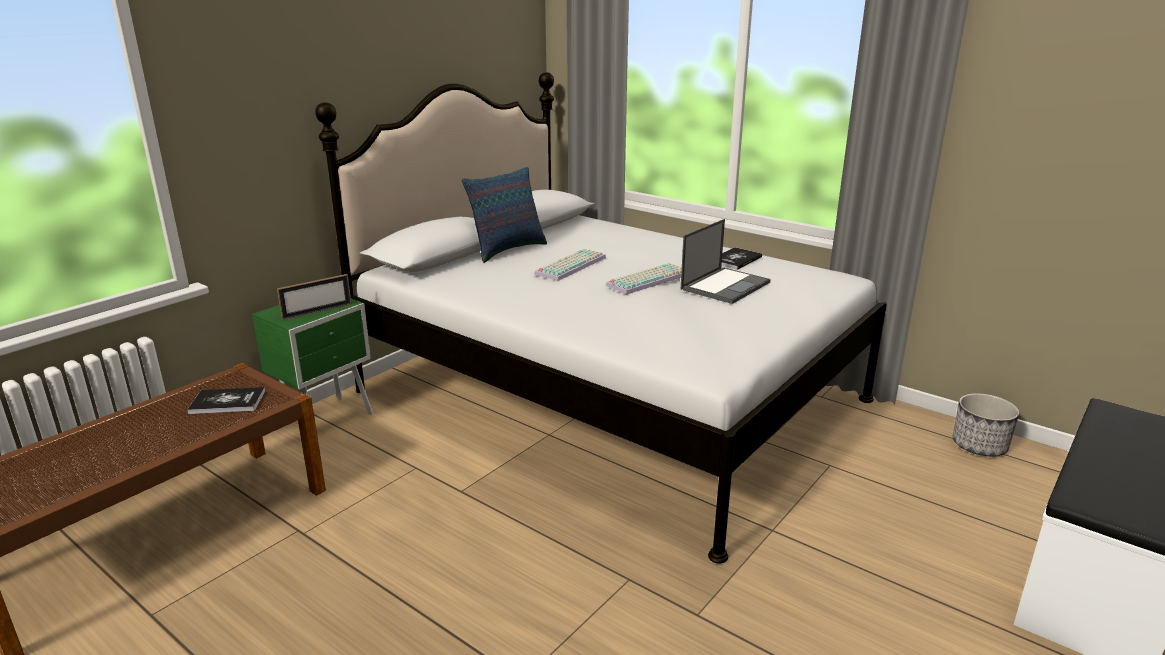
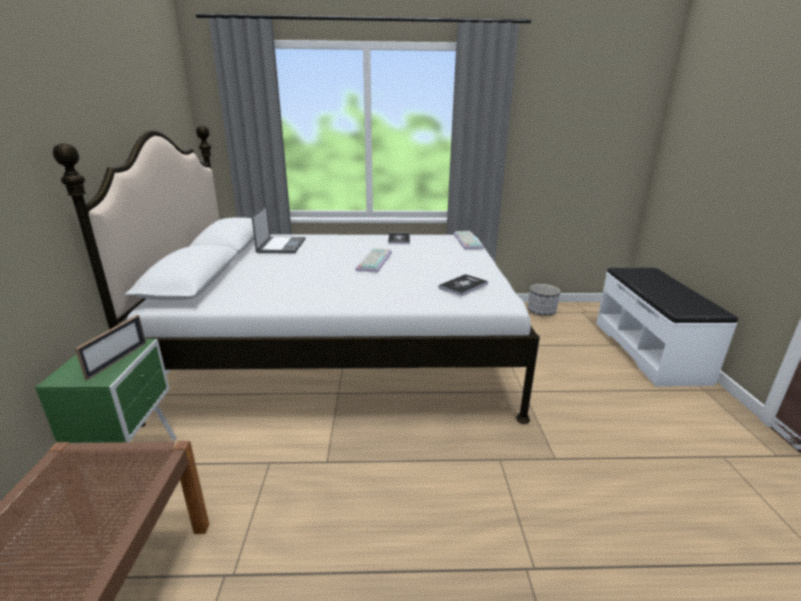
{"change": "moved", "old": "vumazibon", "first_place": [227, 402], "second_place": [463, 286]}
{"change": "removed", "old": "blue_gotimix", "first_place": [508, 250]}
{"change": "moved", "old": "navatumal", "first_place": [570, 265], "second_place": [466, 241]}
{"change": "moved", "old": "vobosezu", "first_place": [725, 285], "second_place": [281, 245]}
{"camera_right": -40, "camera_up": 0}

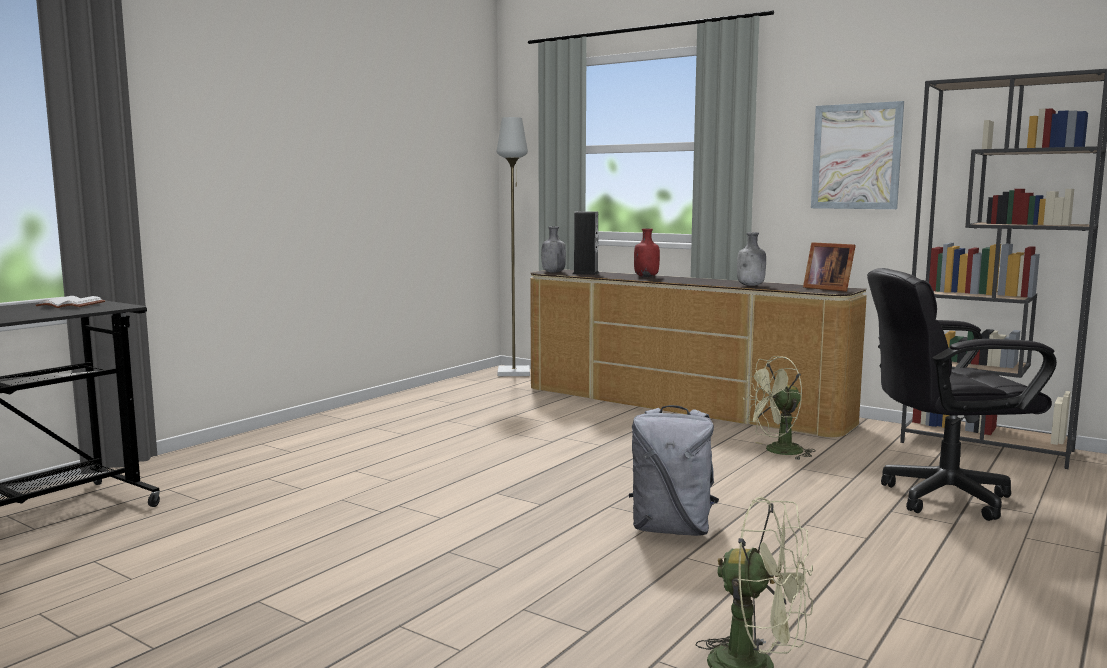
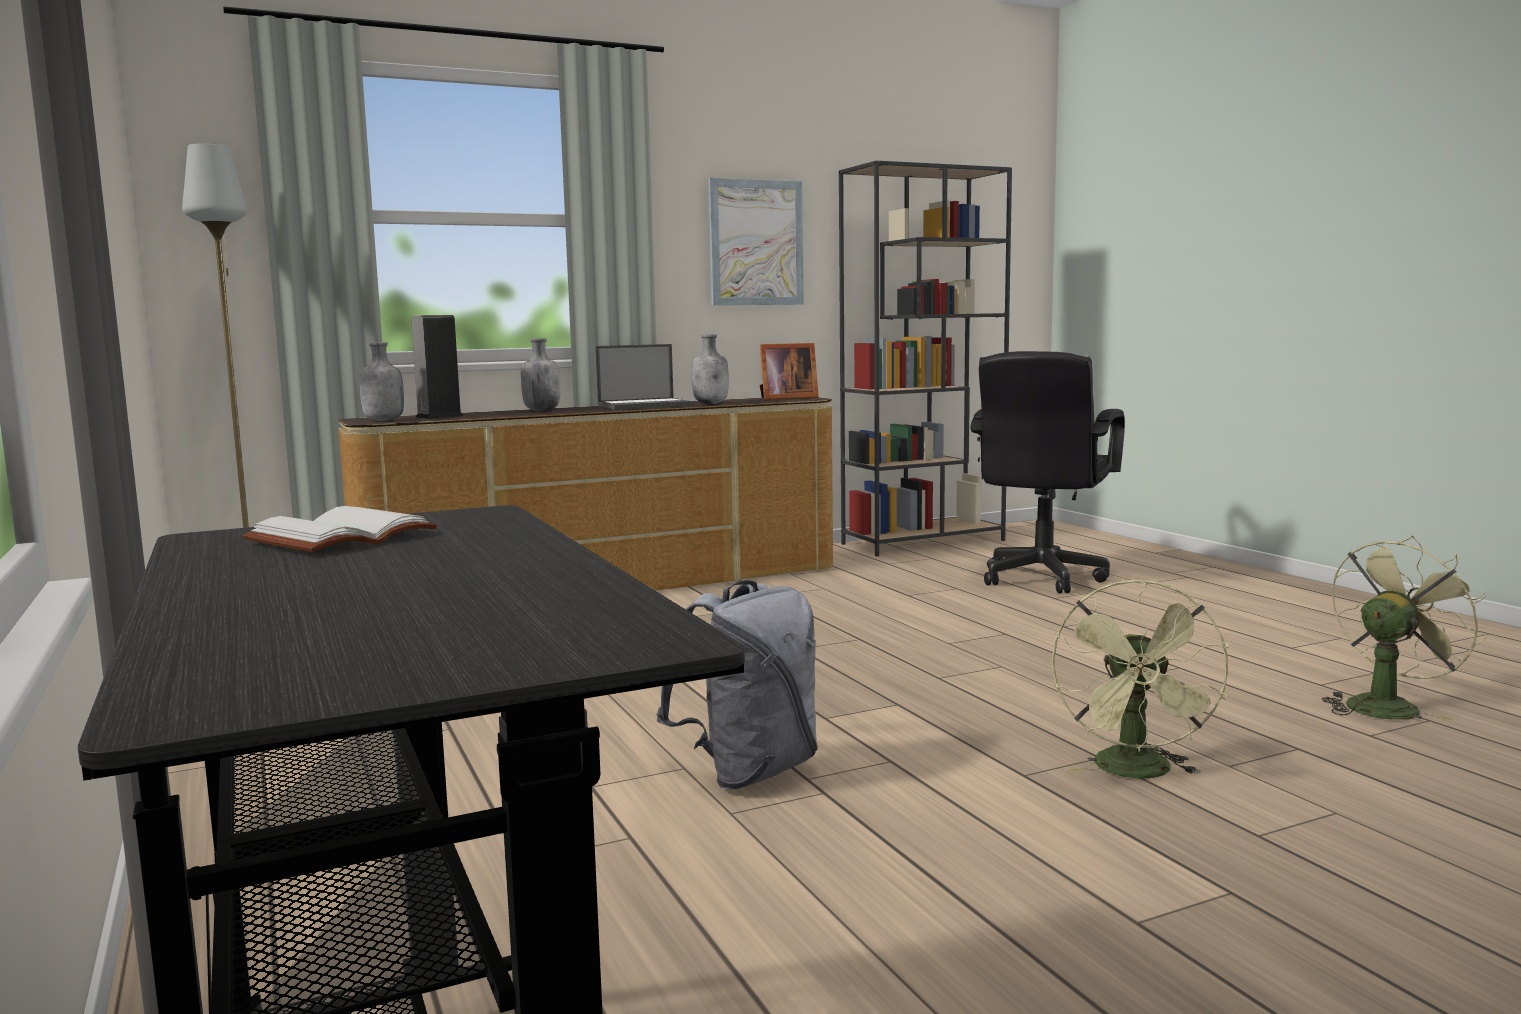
{"change": "moved", "old": "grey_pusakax", "first_place": [672, 529], "second_place": [749, 772]}
{"change": "recoloured", "old": "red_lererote", "new": "grey_lererote", "first_place": [646, 276], "second_place": [541, 410]}
{"change": "moved", "old": "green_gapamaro", "first_place": [777, 452], "second_place": [1137, 773]}
{"change": "added", "new": "vobosezu", "second_place": [646, 405]}
{"camera_right": -60, "camera_up": 0}

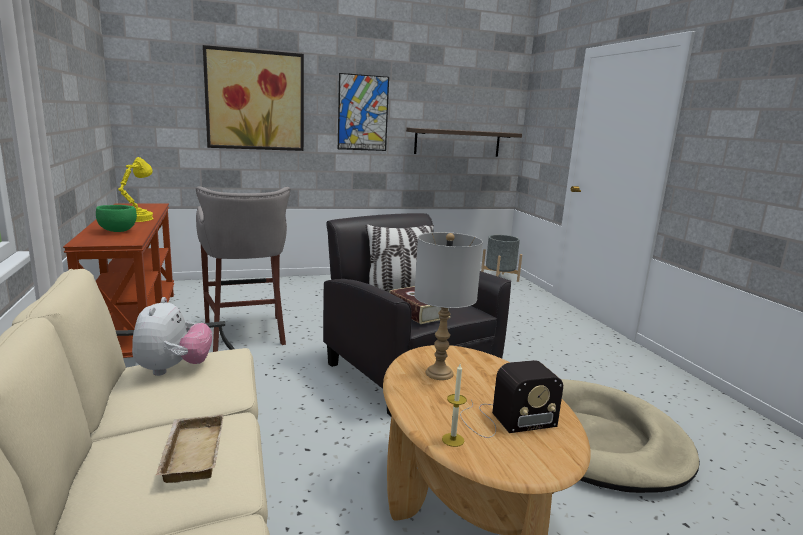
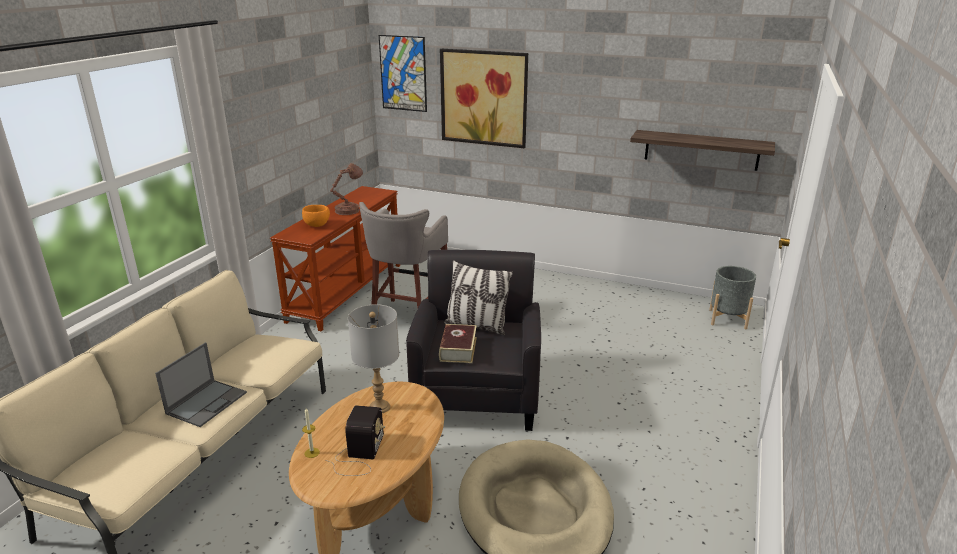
{"change": "recoloured", "old": "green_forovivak", "new": "orange_forovivak", "first_place": [118, 231], "second_place": [317, 225]}
{"change": "recoloured", "old": "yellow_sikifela", "new": "brown_sikifela", "first_place": [137, 218], "second_place": [349, 210]}
{"change": "removed", "old": "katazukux", "first_place": [173, 369]}
{"change": "replaced", "old": "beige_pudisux", "new": "vobosezu", "first_place": [190, 453], "second_place": [207, 402]}
{"change": "moved", "old": "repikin", "first_place": [363, 113], "second_place": [403, 73]}
{"change": "turned", "old": "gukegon", "first_place": [504, 420], "second_place": [359, 455], "degrees": -105}
{"camera_right": 40, "camera_up": 10}

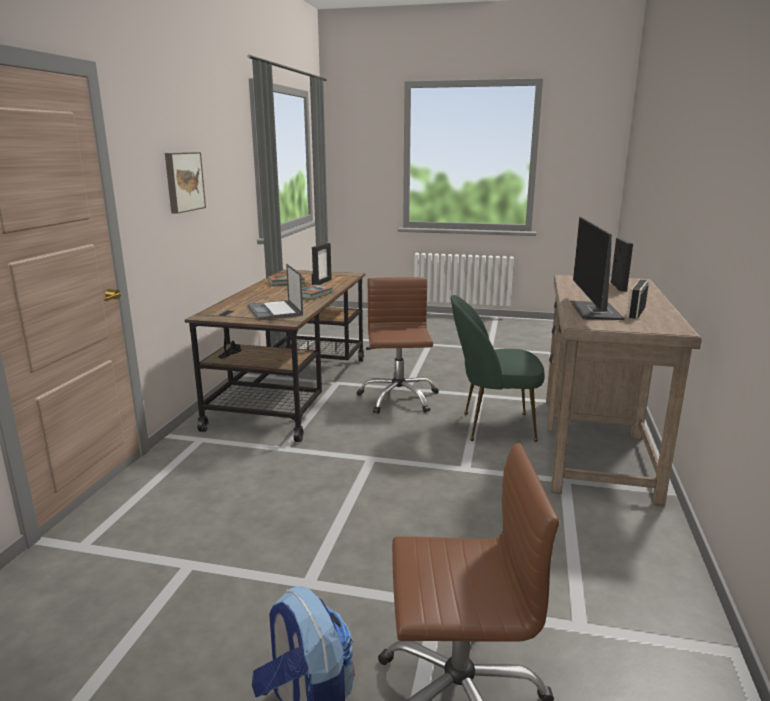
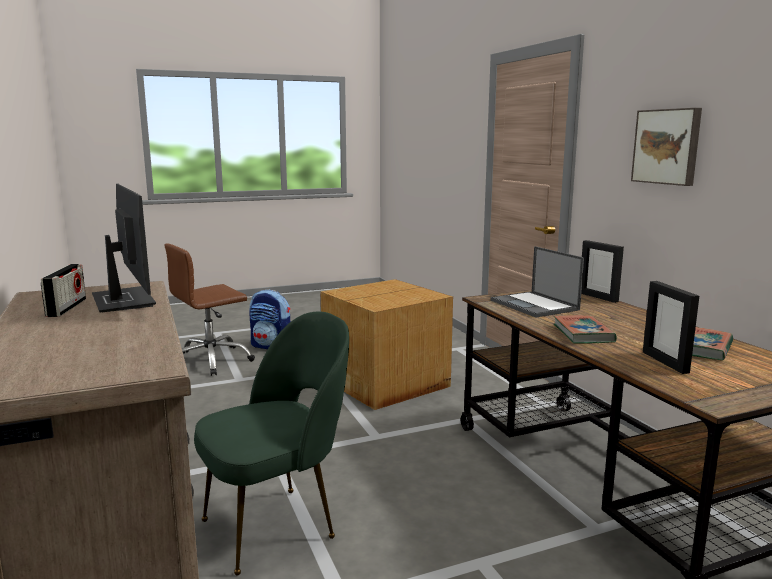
{"change": "turned", "old": "vobosezu", "first_place": [275, 311], "second_place": [535, 305], "degrees": -150}
{"change": "removed", "old": "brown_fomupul", "first_place": [398, 398]}
{"change": "moved", "old": "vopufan", "first_place": [617, 287], "second_place": [598, 297]}
{"change": "added", "new": "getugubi", "second_place": [387, 382]}
{"camera_right": 145, "camera_up": -5}

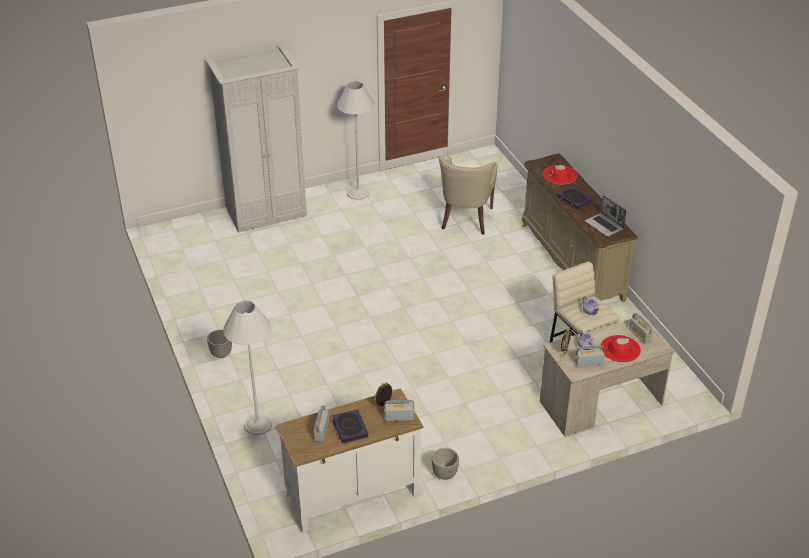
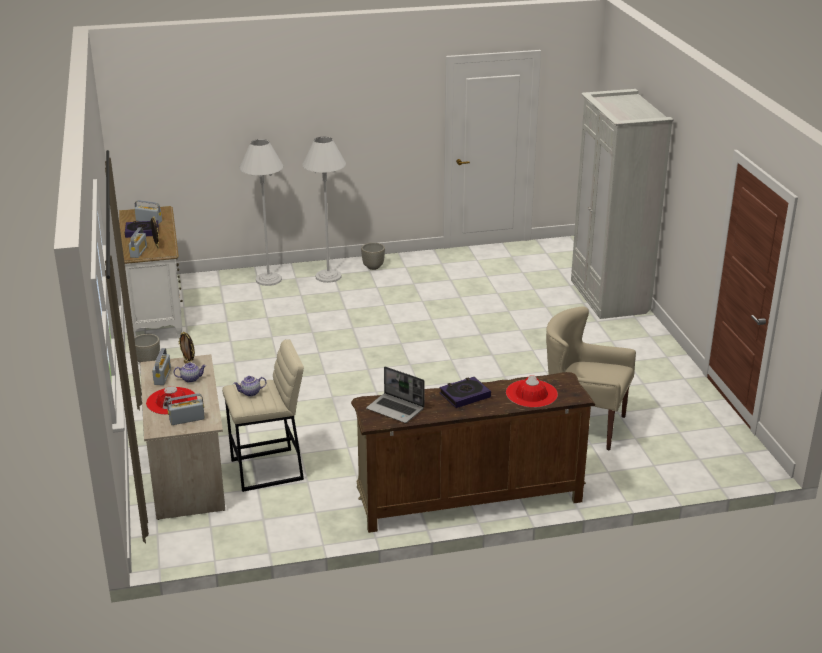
{"change": "moved", "old": "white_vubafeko", "first_place": [358, 193], "second_place": [328, 276]}
{"change": "turned", "old": "vobosezu", "first_place": [604, 225], "second_place": [396, 409], "degrees": -120}
{"camera_right": 100, "camera_up": -10}

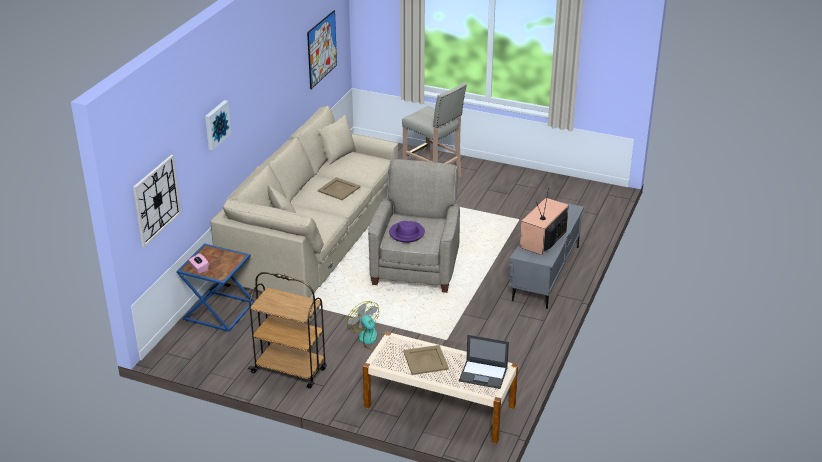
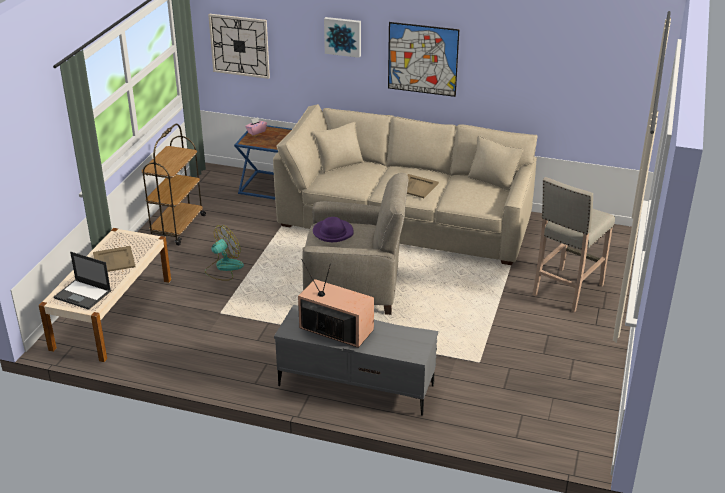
{"change": "moved", "old": "repikin", "first_place": [322, 49], "second_place": [422, 59]}
{"change": "turned", "old": "vobosezu", "first_place": [484, 374], "second_place": [83, 294], "degrees": -75}
{"camera_right": 85, "camera_up": 0}

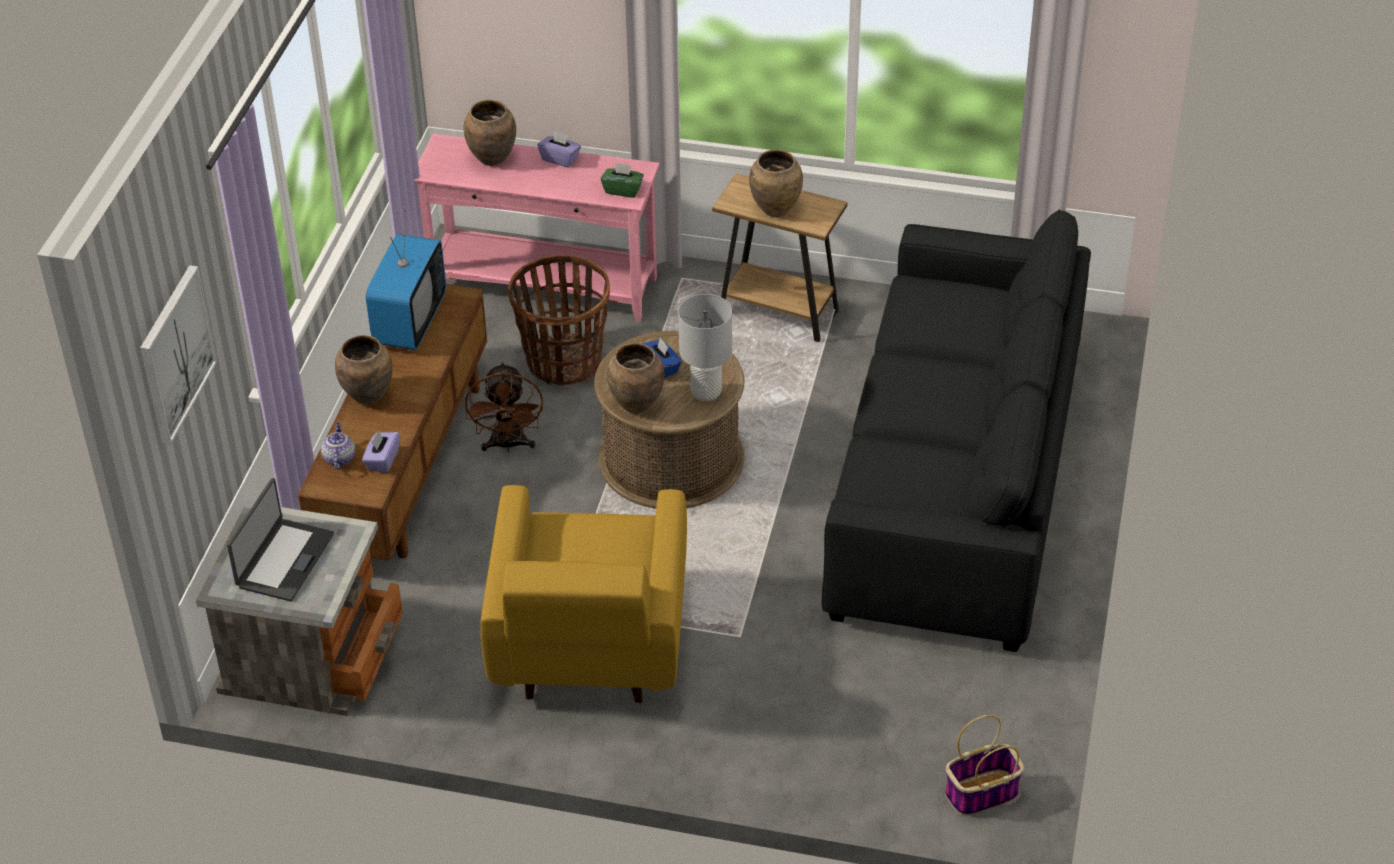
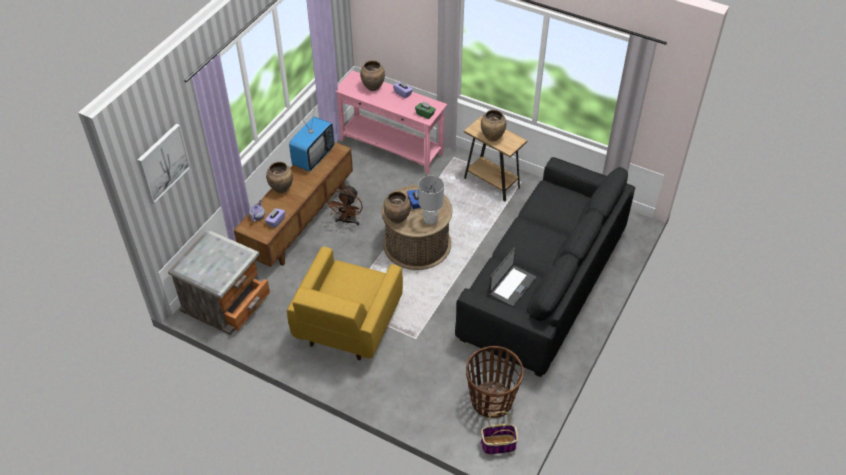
{"change": "moved", "old": "vobosezu", "first_place": [284, 560], "second_place": [511, 285]}
{"change": "moved", "old": "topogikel", "first_place": [563, 362], "second_place": [491, 400]}
{"camera_right": 15, "camera_up": 5}

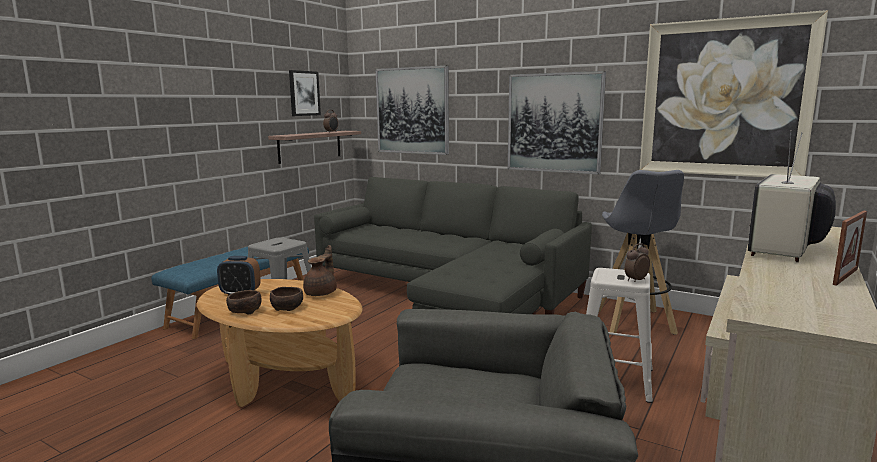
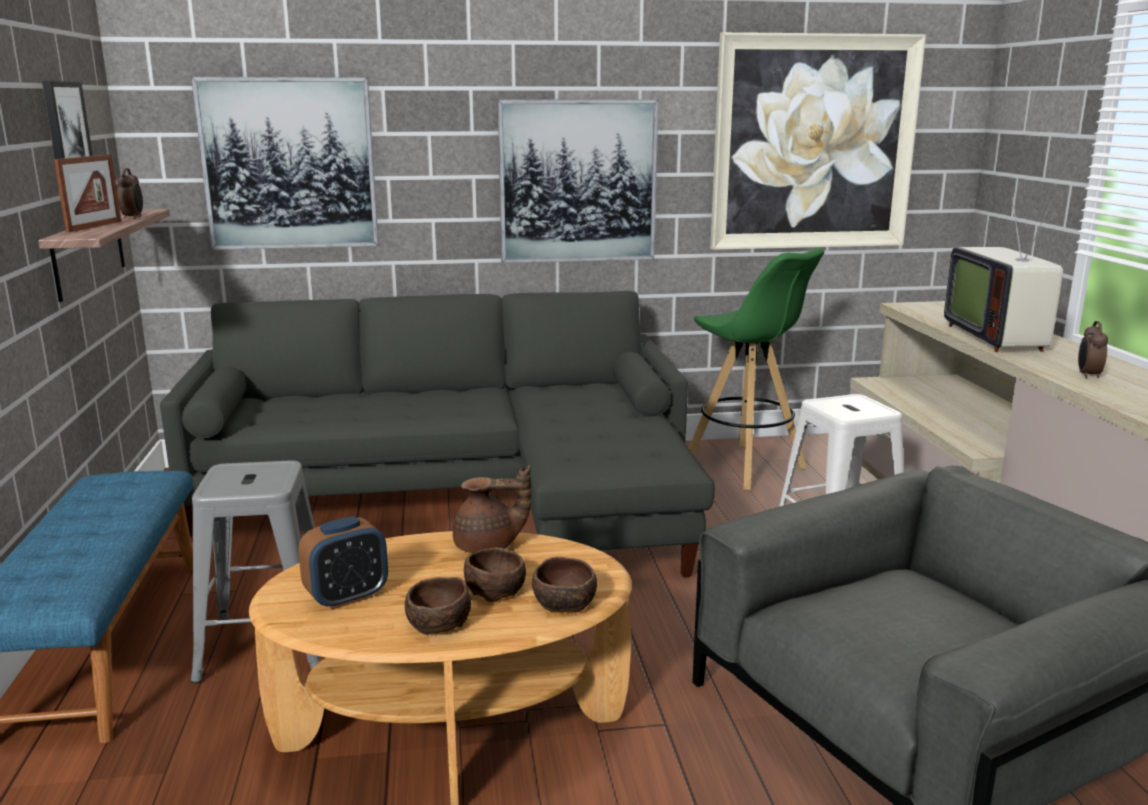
{"change": "turned", "old": "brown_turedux", "first_place": [322, 293], "second_place": [488, 546], "degrees": 105}
{"change": "recoloured", "old": "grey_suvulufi", "new": "green_suvulufi", "first_place": [634, 323], "second_place": [746, 467]}
{"change": "moved", "old": "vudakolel", "first_place": [635, 280], "second_place": [1087, 375]}
{"change": "moved", "old": "vopufan", "first_place": [845, 276], "second_place": [94, 226]}
{"change": "added", "new": "brown_forovivak", "second_place": [565, 603]}
{"camera_right": -40, "camera_up": 5}

